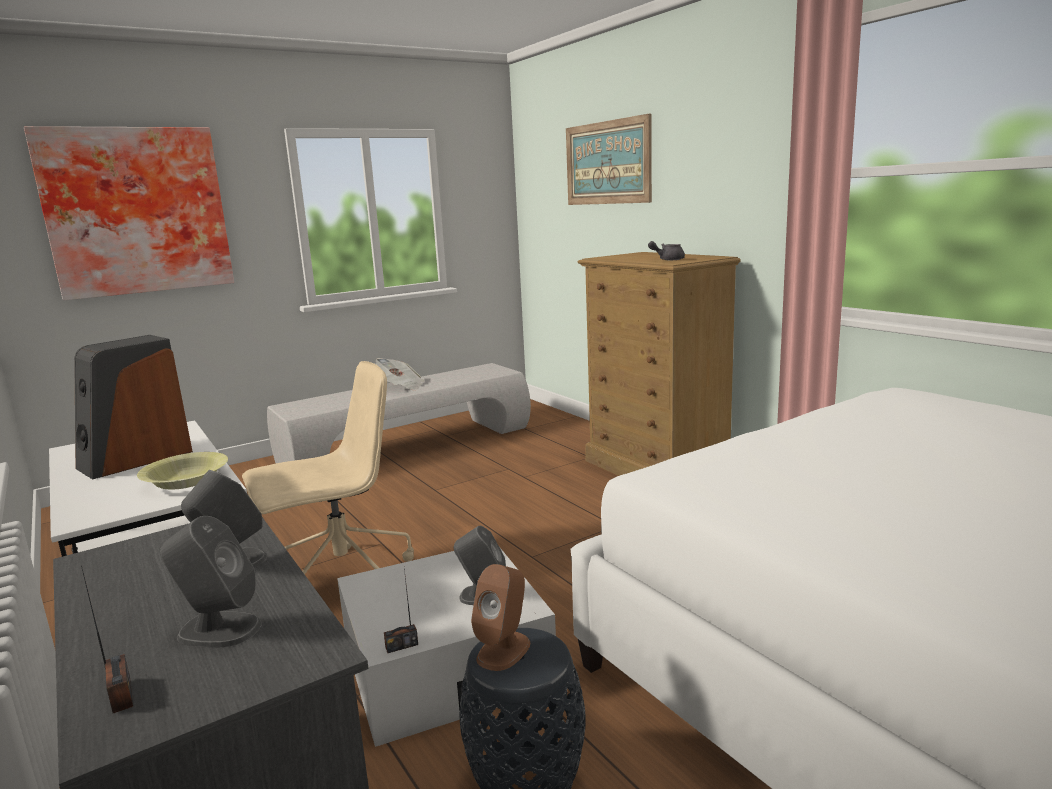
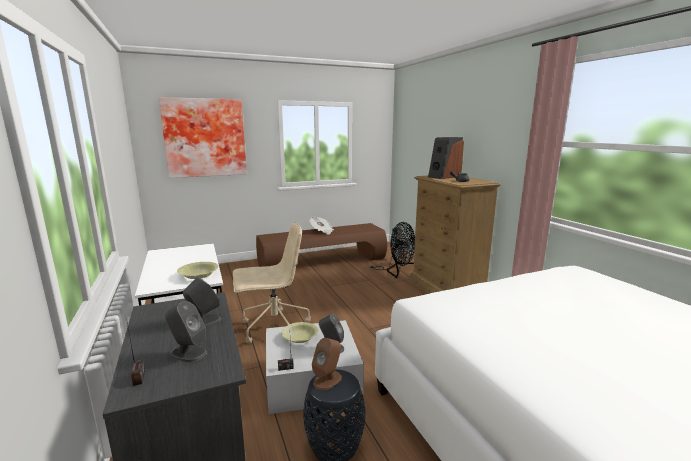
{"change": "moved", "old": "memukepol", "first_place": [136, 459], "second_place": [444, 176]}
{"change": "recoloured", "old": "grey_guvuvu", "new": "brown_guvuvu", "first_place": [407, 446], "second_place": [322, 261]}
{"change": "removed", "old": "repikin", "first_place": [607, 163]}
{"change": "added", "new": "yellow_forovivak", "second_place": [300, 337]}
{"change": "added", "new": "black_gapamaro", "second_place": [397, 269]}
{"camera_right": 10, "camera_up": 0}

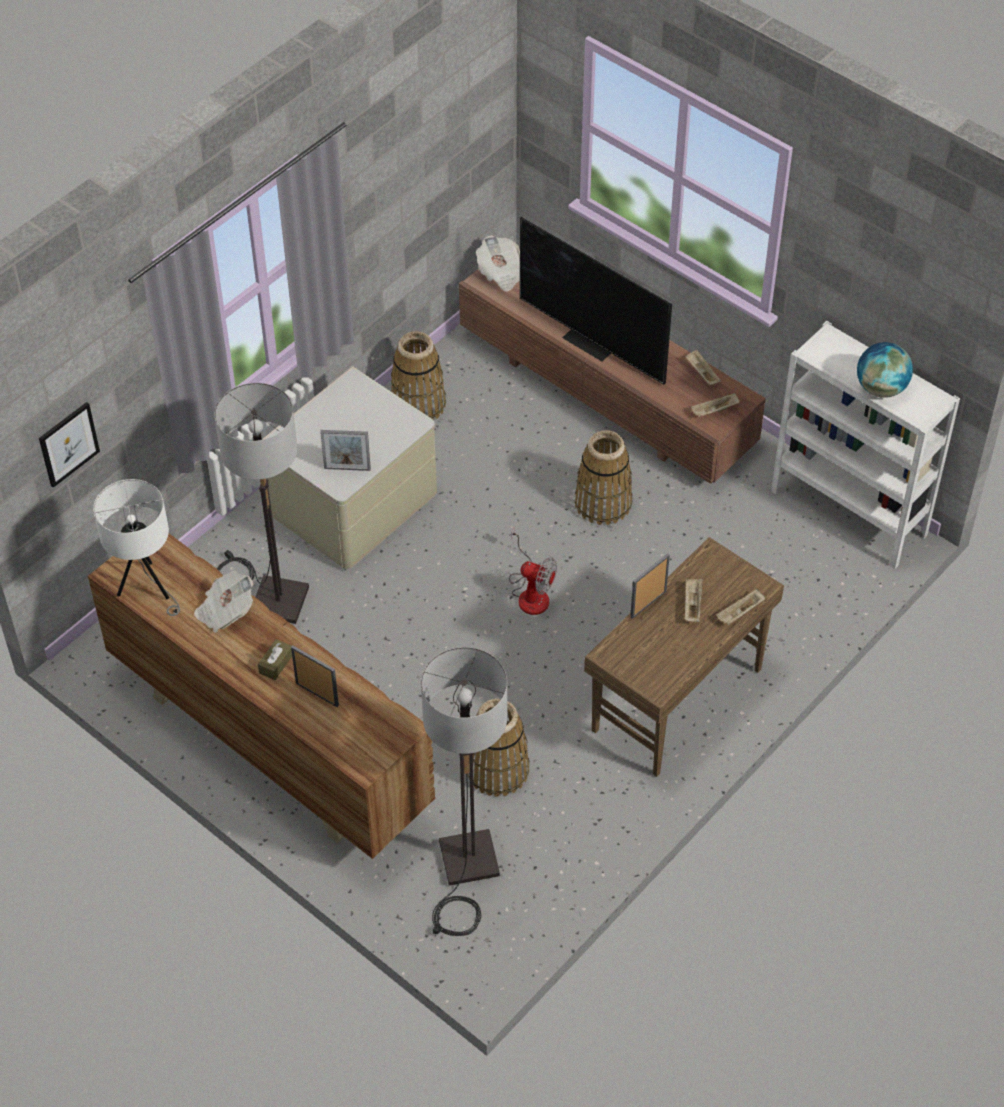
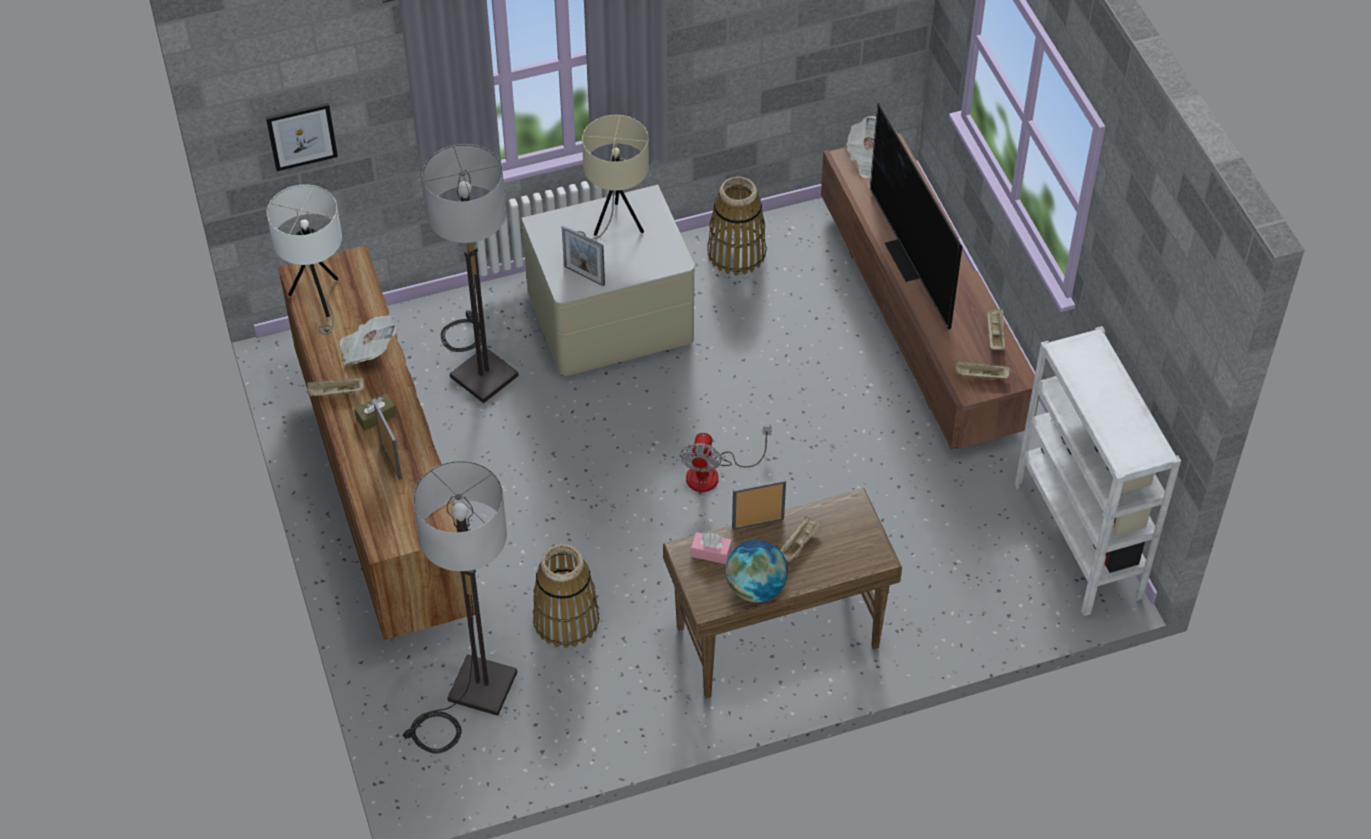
{"change": "turned", "old": "gapamaro", "first_place": [530, 592], "second_place": [713, 473], "degrees": 45}
{"change": "removed", "old": "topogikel", "first_place": [603, 503]}
{"change": "moved", "old": "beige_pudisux", "first_place": [740, 613], "second_place": [336, 393]}
{"change": "moved", "old": "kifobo", "first_place": [881, 388], "second_place": [756, 588]}
{"change": "added", "new": "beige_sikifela", "second_place": [615, 225]}
{"change": "added", "new": "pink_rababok", "second_place": [711, 552]}
{"camera_right": 30, "camera_up": 0}

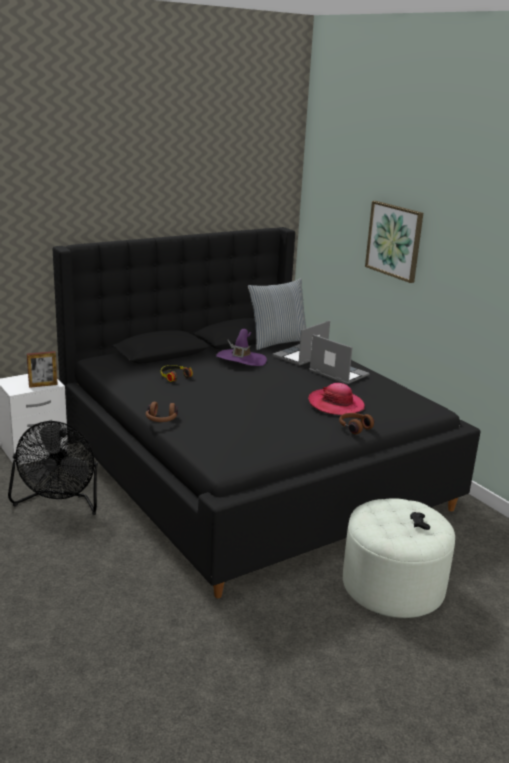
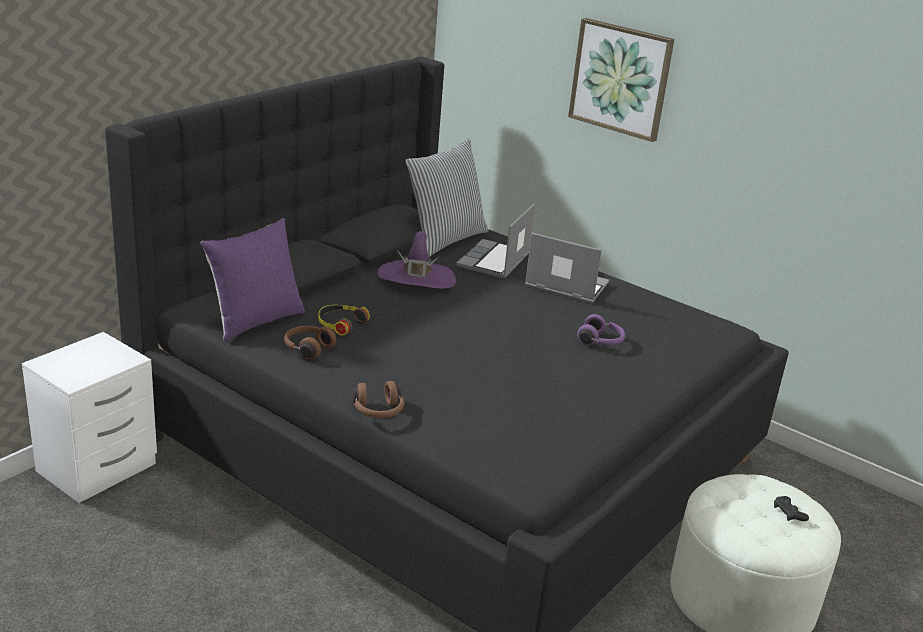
{"change": "removed", "old": "black_gapamaro", "first_place": [57, 500]}
{"change": "removed", "old": "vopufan", "first_place": [43, 385]}
{"change": "replaced", "old": "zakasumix", "new": "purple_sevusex", "first_place": [336, 404], "second_place": [601, 341]}
{"change": "moved", "old": "brown_sevusex", "first_place": [354, 428], "second_place": [307, 348]}
{"change": "added", "new": "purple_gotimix", "second_place": [255, 320]}
{"camera_right": -20, "camera_up": 5}

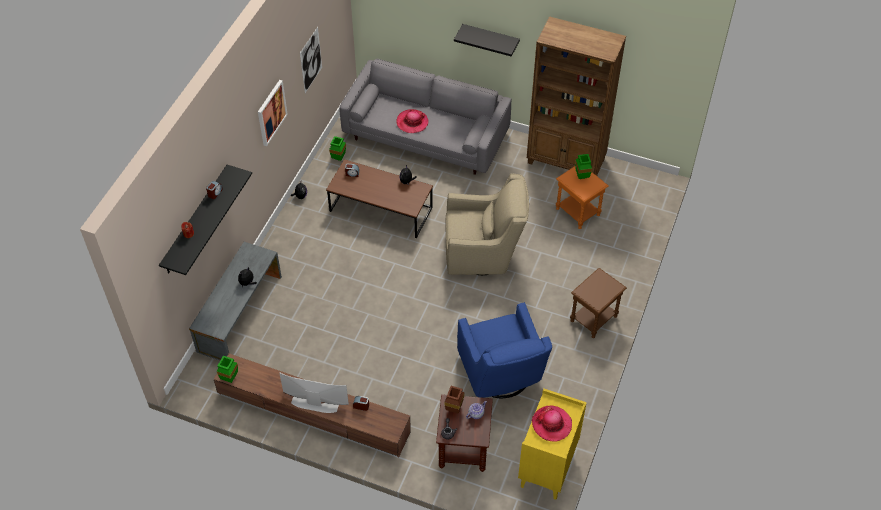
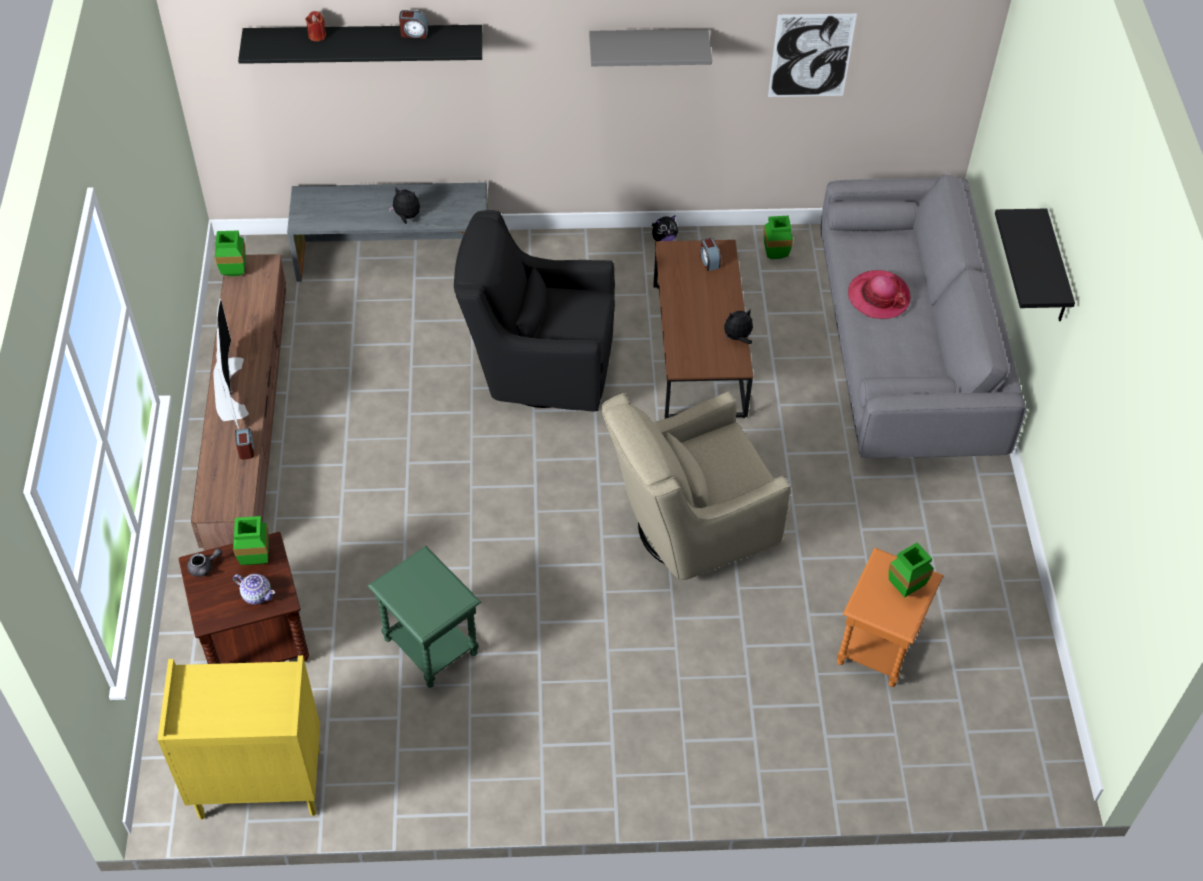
{"change": "replaced", "old": "repikin", "new": "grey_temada", "first_place": [271, 112], "second_place": [648, 46]}
{"change": "recoloured", "old": "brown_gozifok", "new": "green_gozifok", "first_place": [454, 409], "second_place": [254, 560]}
{"change": "turned", "old": "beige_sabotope", "first_place": [484, 254], "second_place": [686, 528], "degrees": 90}
{"change": "replaced", "old": "blue_sabotope", "new": "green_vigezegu", "first_place": [501, 376], "second_place": [429, 646]}
{"change": "removed", "old": "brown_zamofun", "first_place": [566, 161]}
{"change": "removed", "old": "zakasumix", "first_place": [551, 424]}
{"change": "removed", "old": "brown_vigezegu", "first_place": [594, 319]}
{"change": "added", "new": "black_sabotope", "second_place": [538, 368]}
{"camera_right": 65, "camera_up": 0}

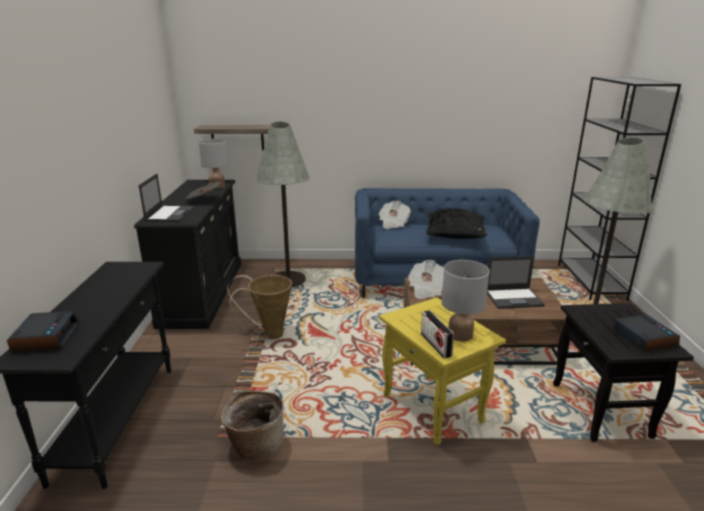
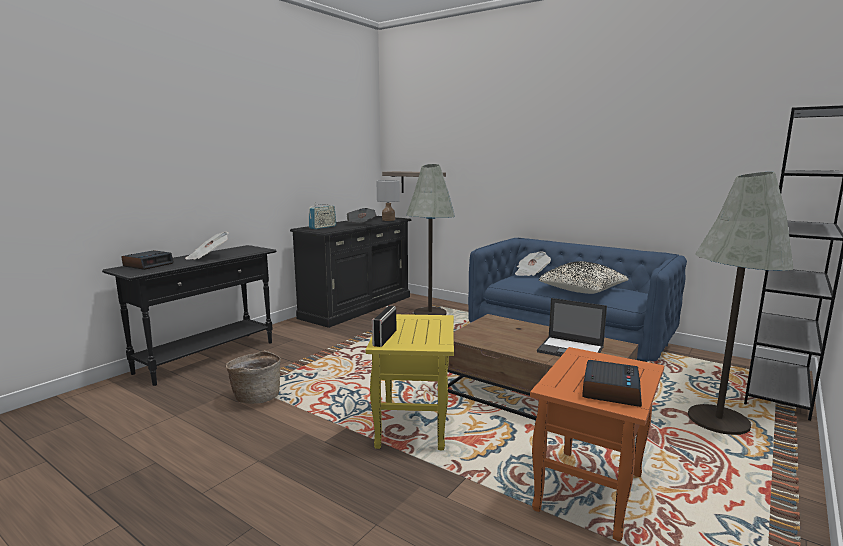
{"change": "replaced", "old": "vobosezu", "new": "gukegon", "first_place": [170, 214], "second_place": [322, 227]}
{"change": "removed", "old": "topogikel", "first_place": [268, 335]}
{"change": "moved", "old": "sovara", "first_place": [426, 290], "second_place": [208, 257]}
{"change": "recoloured", "old": "black_gotimix", "new": "beige_gotimix", "first_place": [455, 233], "second_place": [582, 289]}
{"change": "removed", "old": "grey_sikifela", "first_place": [460, 335]}
{"change": "recoloured", "old": "black_vigezegu", "new": "orange_vigezegu", "first_place": [602, 411], "second_place": [590, 494]}
{"camera_right": 35, "camera_up": -10}

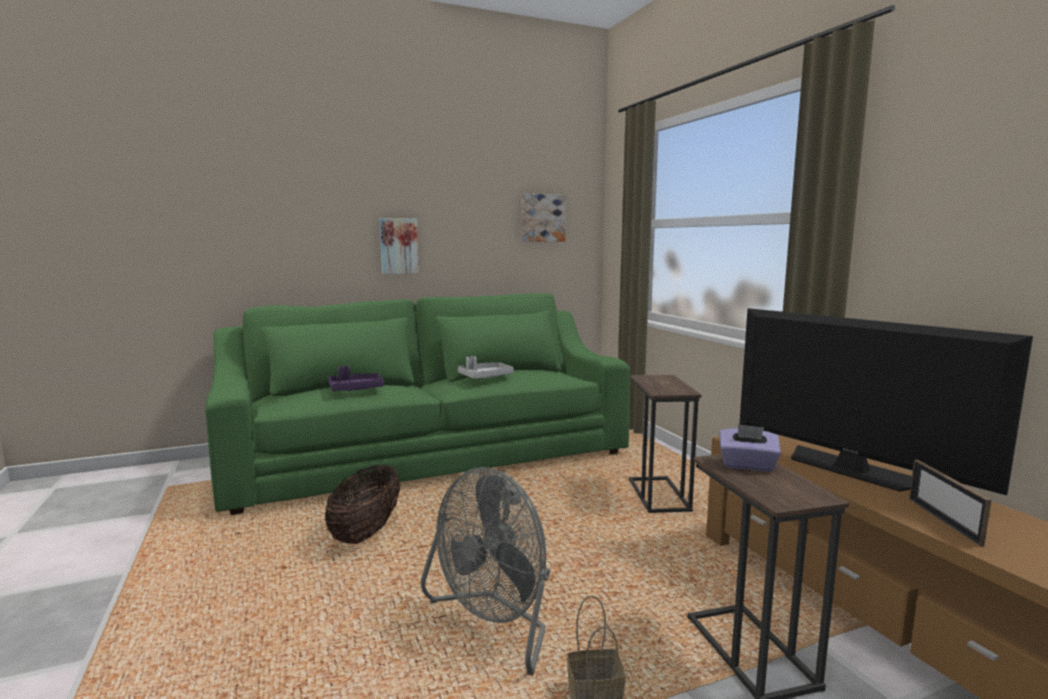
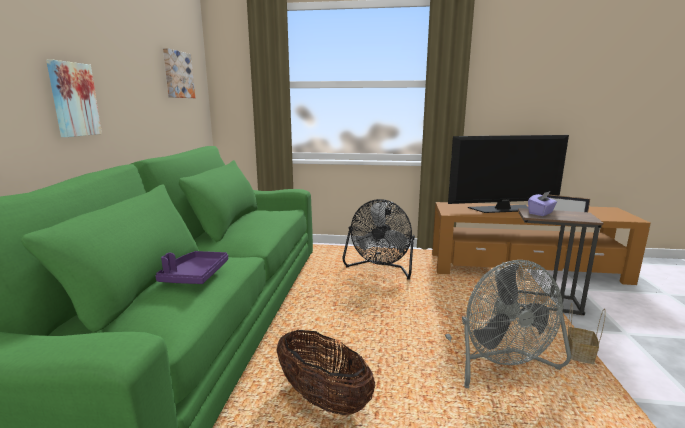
{"change": "removed", "old": "grey_pudisux", "first_place": [485, 377]}
{"change": "replaced", "old": "brown_vigezegu", "new": "black_gapamaro", "first_place": [659, 496], "second_place": [379, 268]}
{"camera_right": -60, "camera_up": 5}

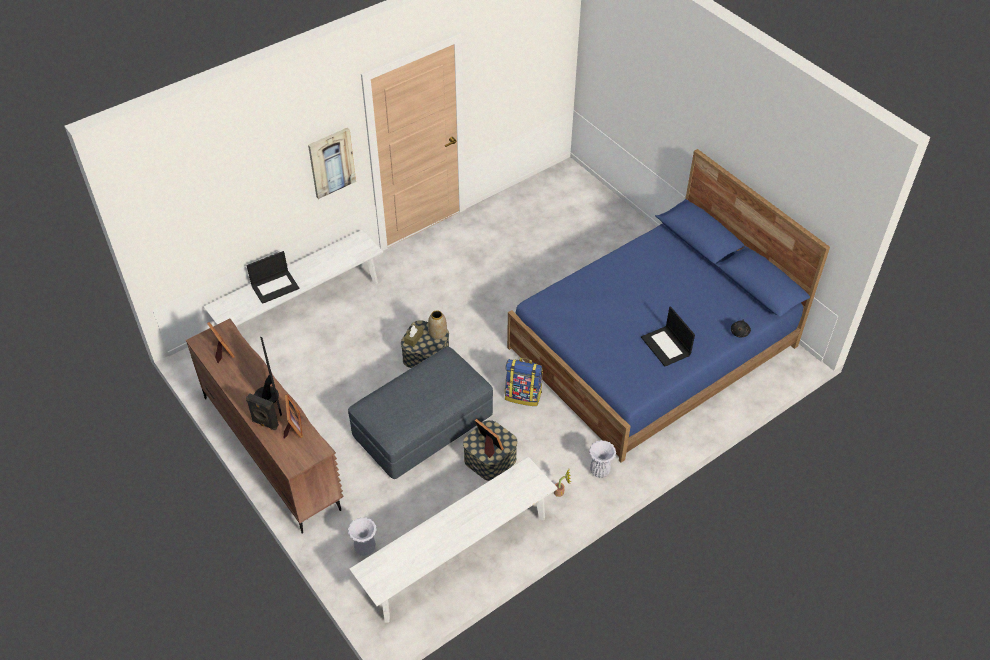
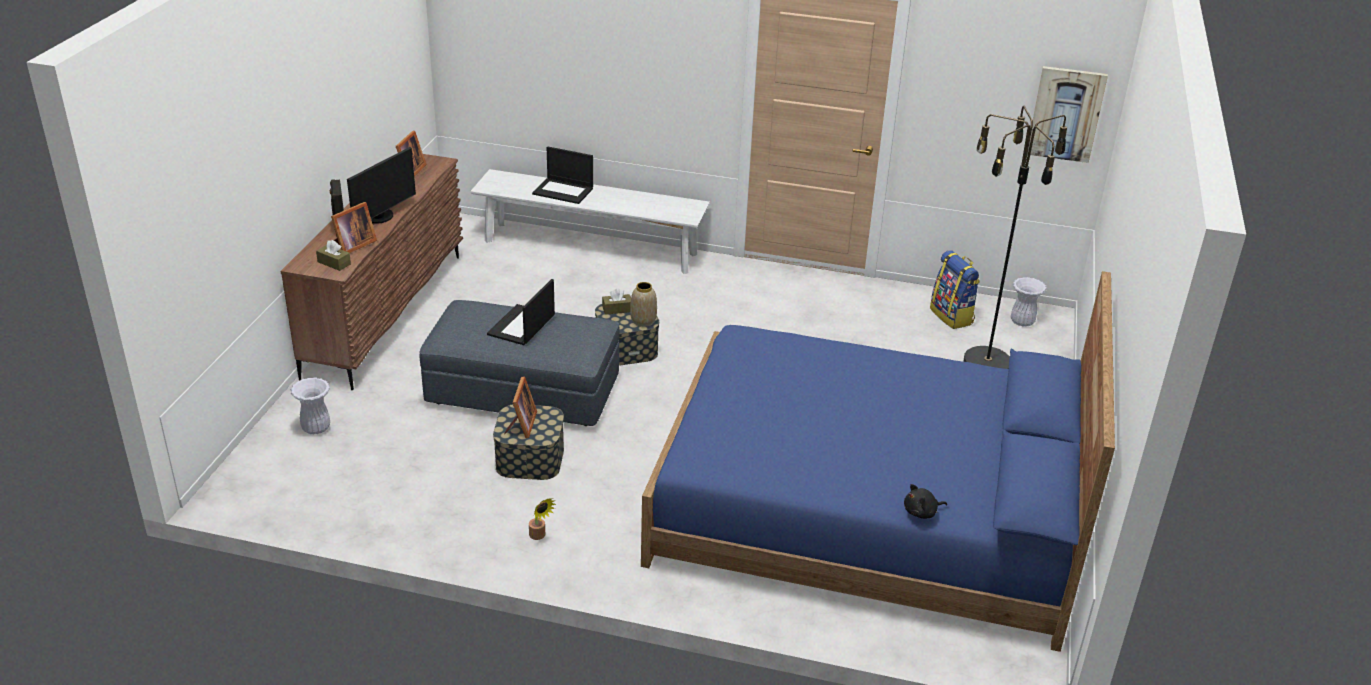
{"change": "moved", "old": "repikin", "first_place": [331, 162], "second_place": [1066, 114]}
{"change": "removed", "old": "white_guvuvu", "first_place": [457, 555]}
{"change": "moved", "old": "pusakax", "first_place": [523, 395], "second_place": [952, 316]}
{"change": "moved", "old": "white_gozifok", "first_place": [600, 471], "second_place": [1022, 322]}
{"change": "moved", "old": "vobosezu", "first_place": [666, 346], "second_place": [521, 326]}
{"change": "added", "new": "brown_rababok", "second_place": [334, 263]}
{"change": "added", "new": "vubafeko", "second_place": [986, 362]}
{"camera_right": 50, "camera_up": -15}

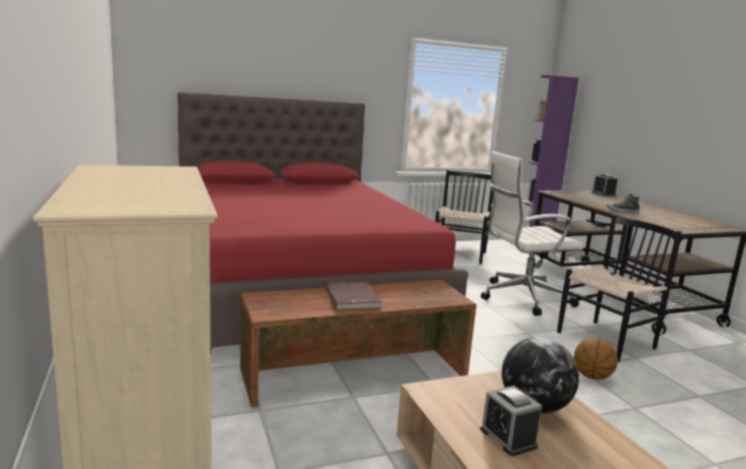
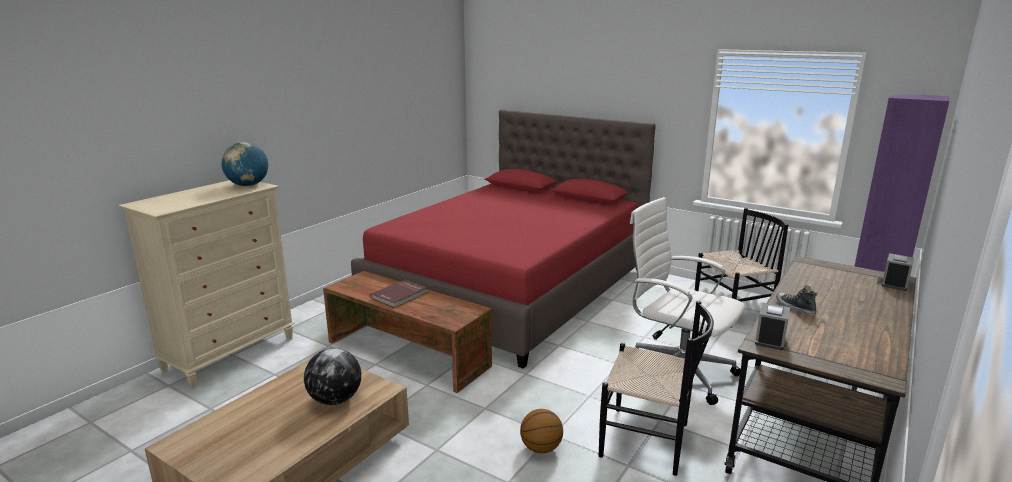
{"change": "moved", "old": "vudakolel", "first_place": [508, 437], "second_place": [770, 339]}
{"change": "added", "new": "kifobo", "second_place": [248, 185]}
{"camera_right": 55, "camera_up": 5}

